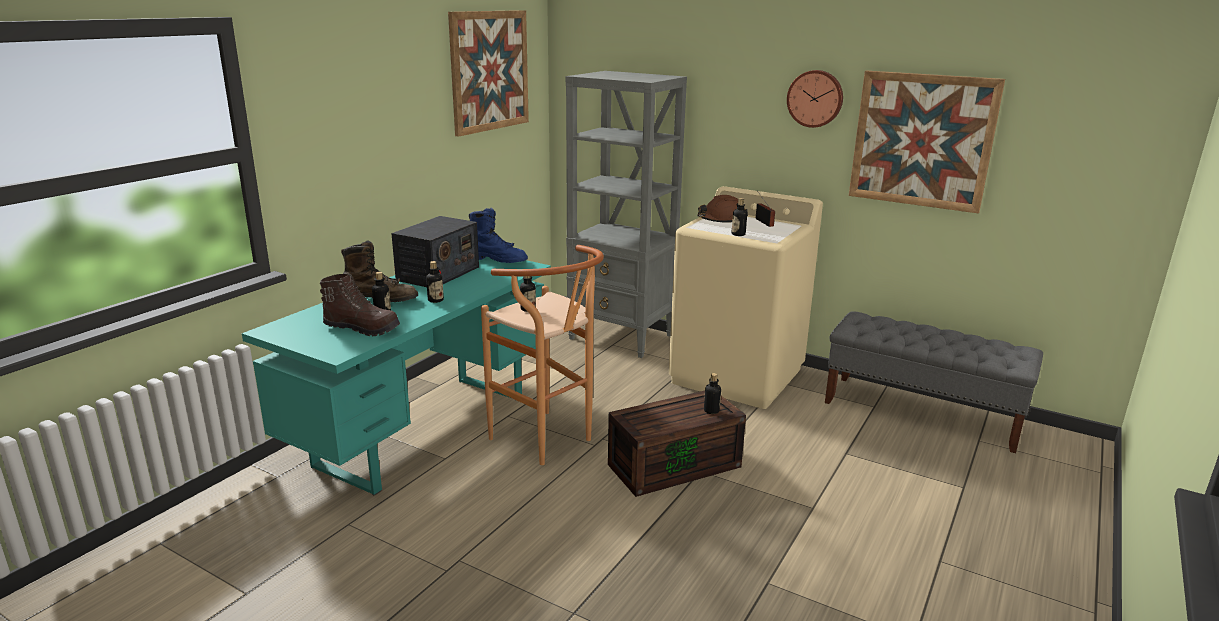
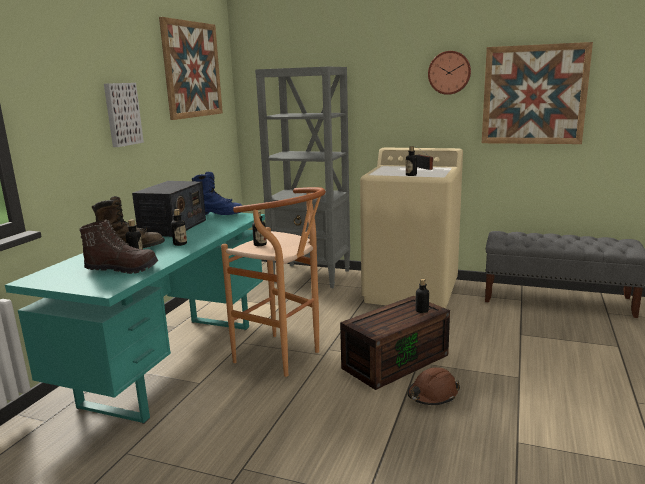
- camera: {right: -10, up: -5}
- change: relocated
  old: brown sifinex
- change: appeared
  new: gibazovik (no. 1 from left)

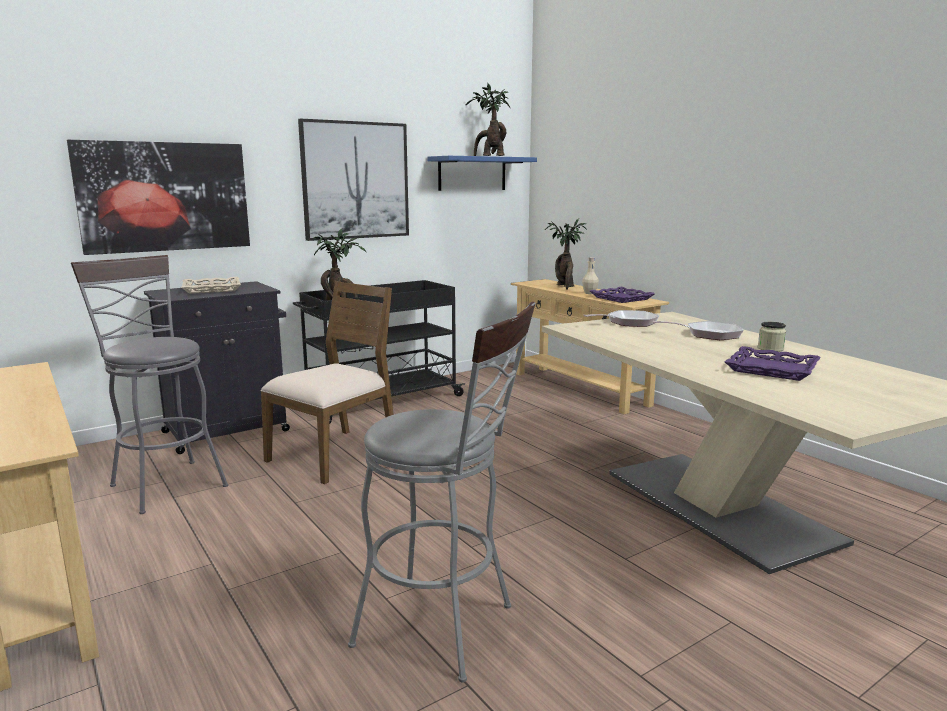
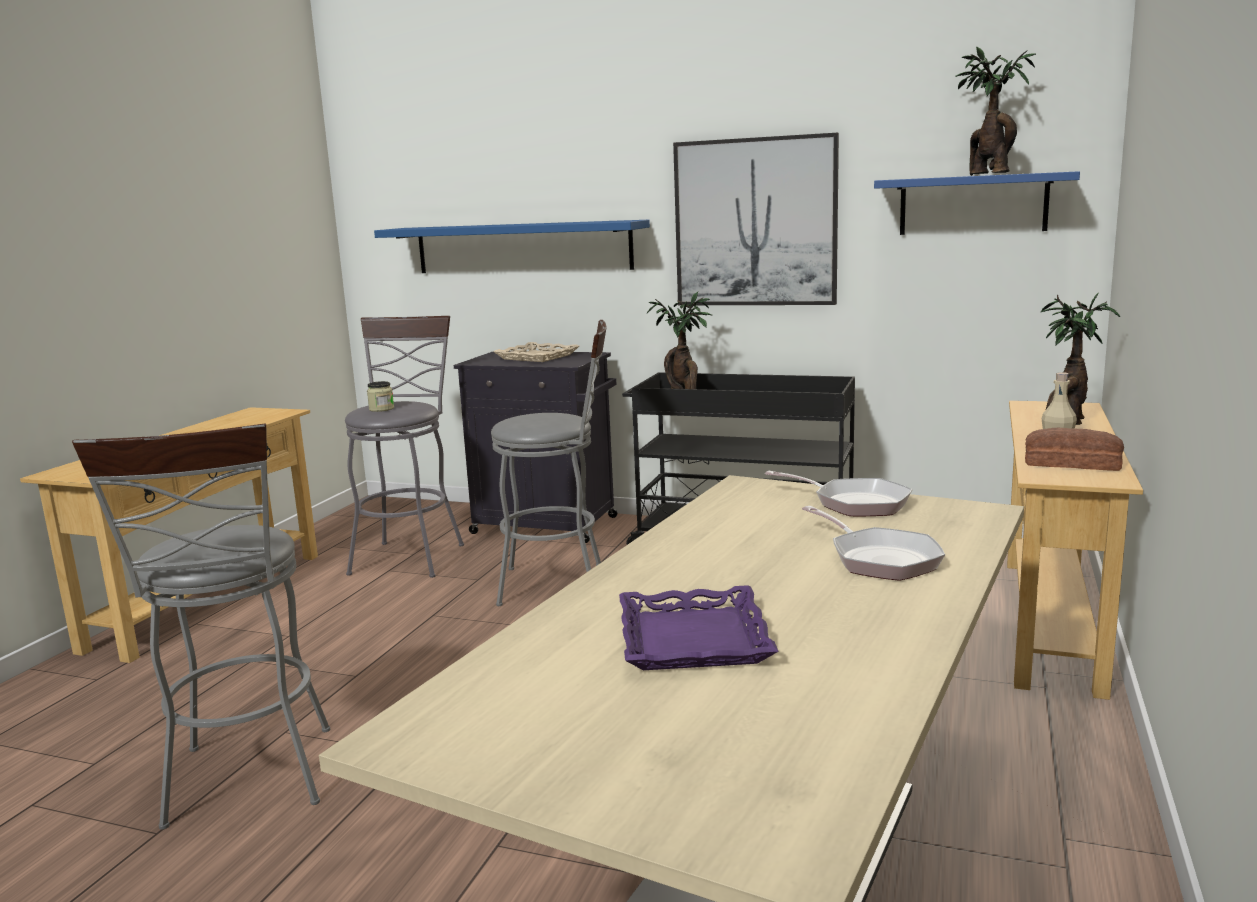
- camera: {right: 55, up: 0}
- change: exchanged
  old: gibazovik (no. 1 from left)
  new: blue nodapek (no. 1 from left)
- change: exchanged
  old: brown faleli
  new: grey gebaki (no. 3 from left)
- change: exchanged
  old: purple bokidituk (no. 1 from left)
  new: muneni
- change: relocated
  old: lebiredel

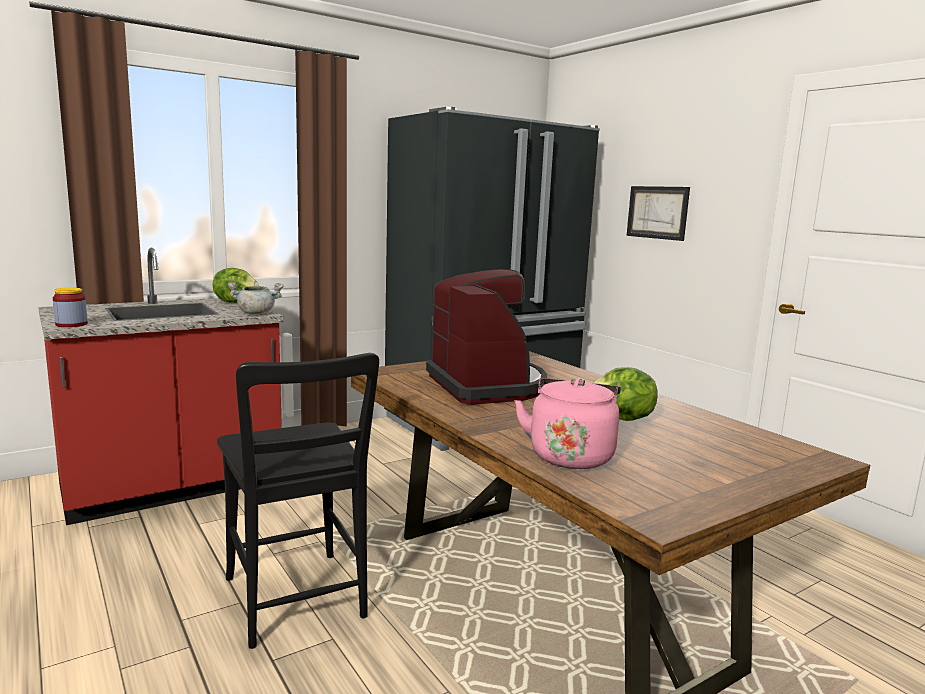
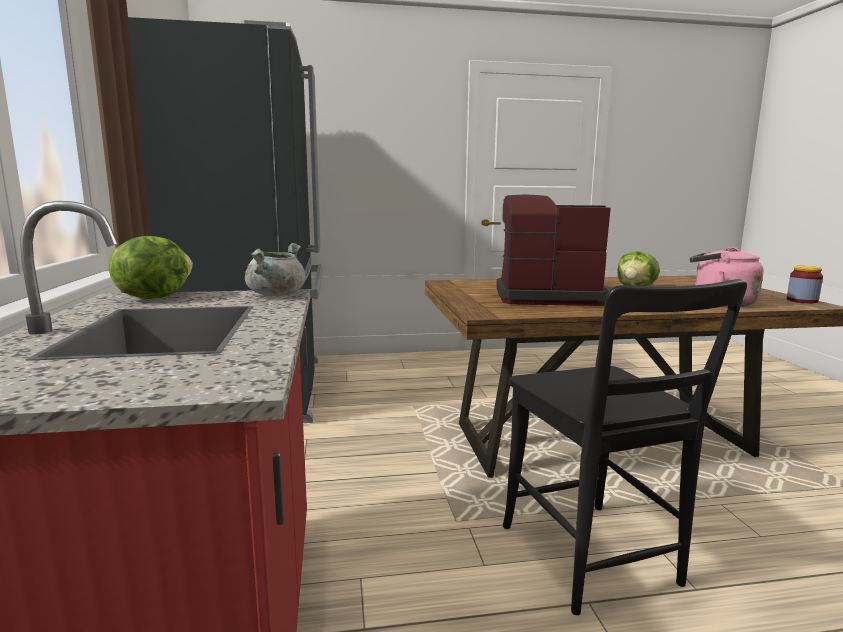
- camera: {right: -65, up: 0}
- change: relocated
  old: lebiredel
- change: spun
  old: black faleli
  degrees: 75
- change: missing
  old: gibazovik

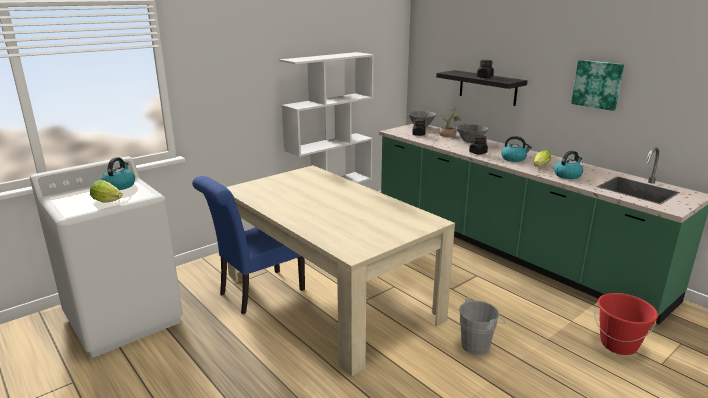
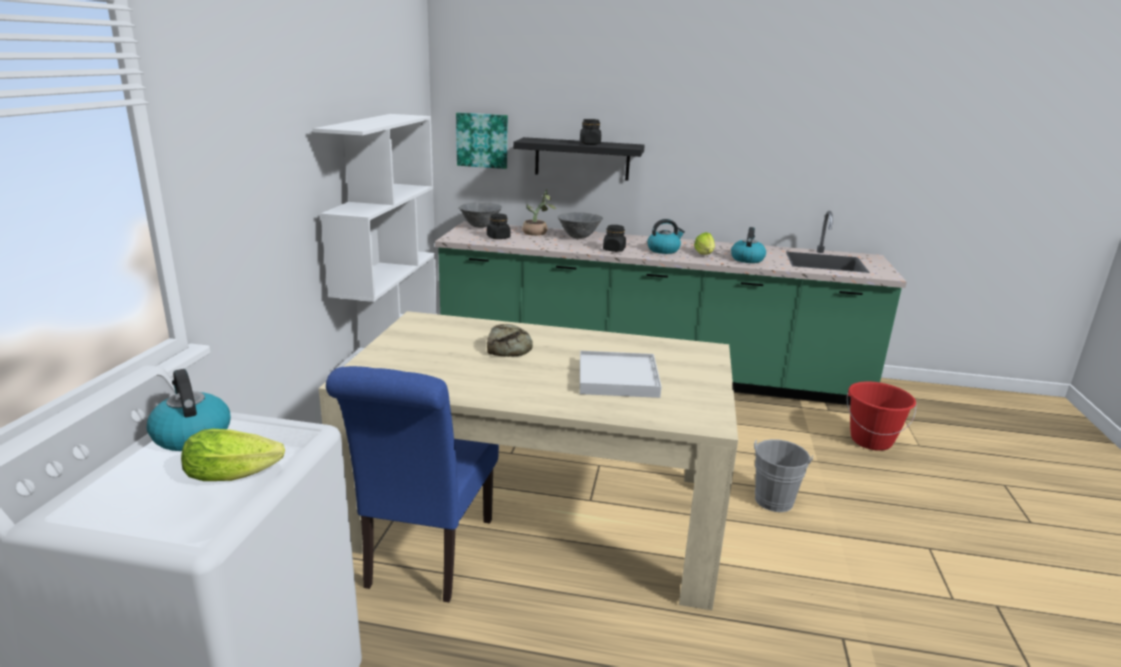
- camera: {right: -40, up: 0}
- change: relocated
  old: gibazovik
- change: appeared
  new: muneni
- change: appeared
  new: white bokidituk

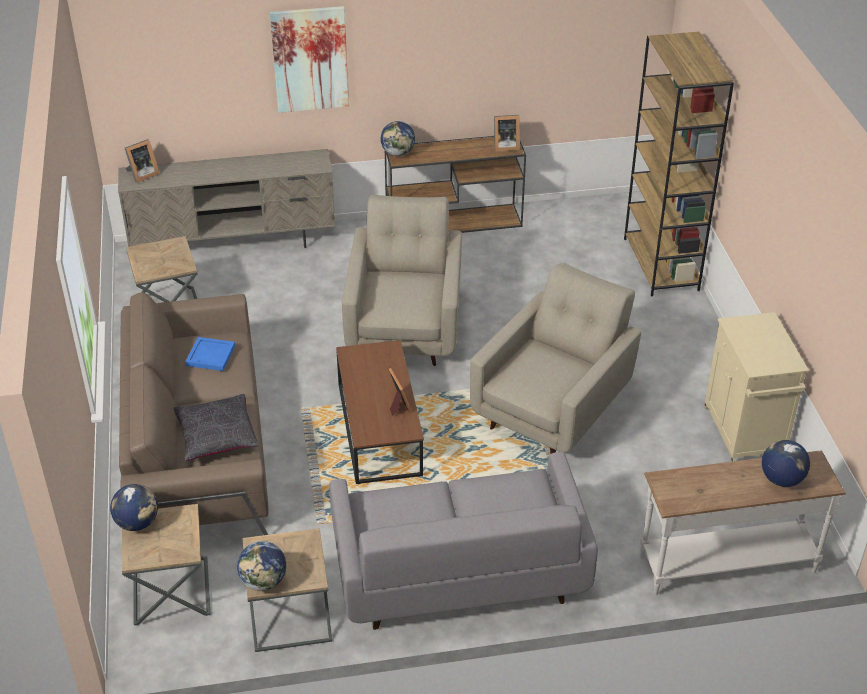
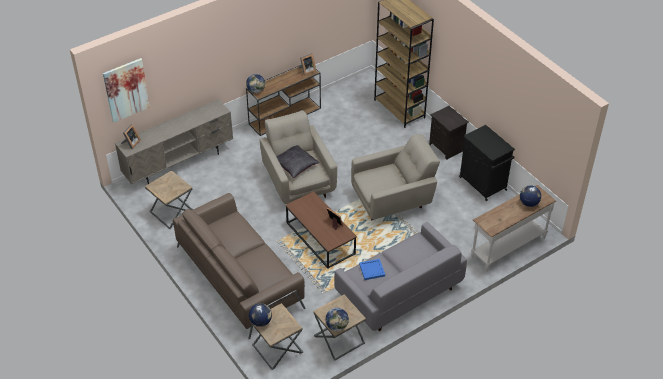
- camera: {right: -25, up: 5}
- change: relocated
  old: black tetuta
- change: relocated
  old: blue bokidituk
- change: relocated
  old: gibazovik
- change: spun
  old: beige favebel (no. 2 from left)
  degrees: 60
- change: colour
  old: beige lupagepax
  new: black lupagepax
- change: appeared
  new: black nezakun

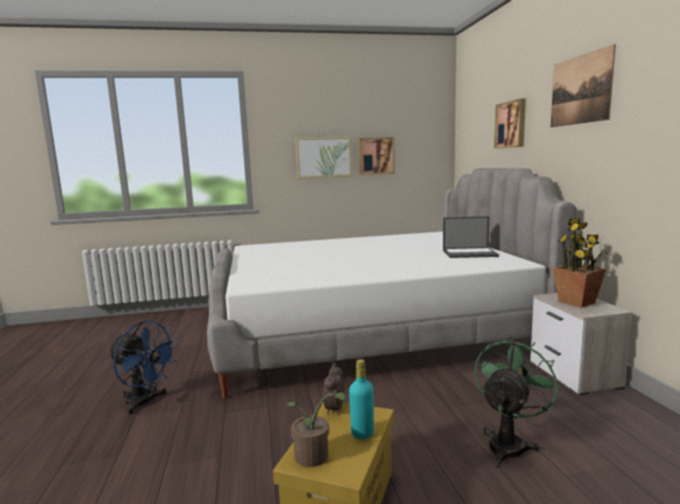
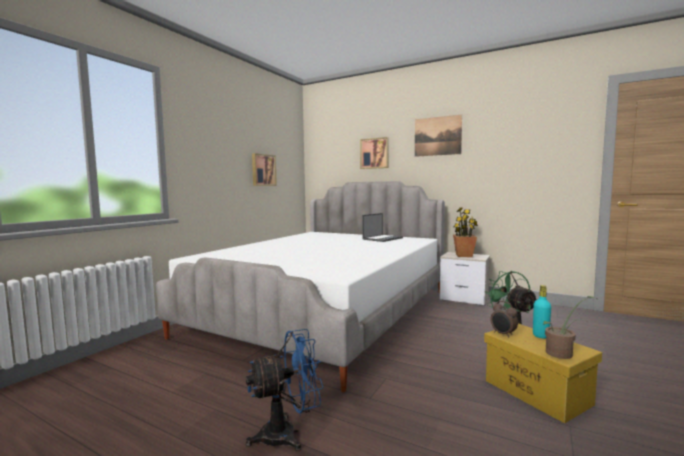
- camera: {right: -50, up: -5}
- change: missing
  old: gibazovik (no. 1 from left)

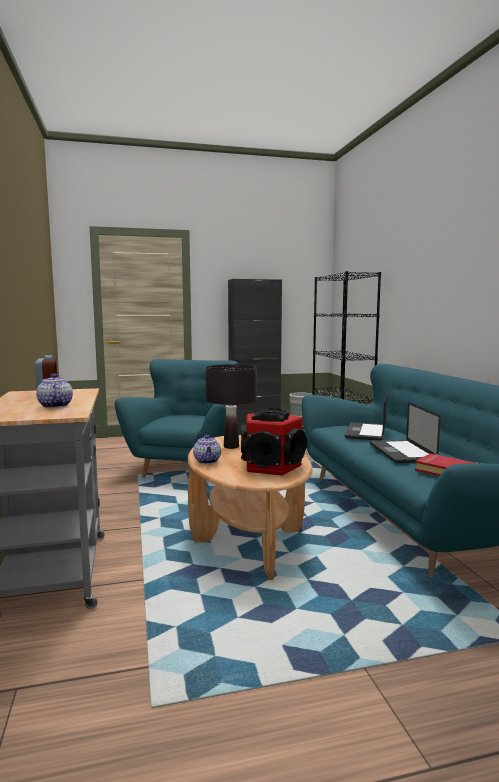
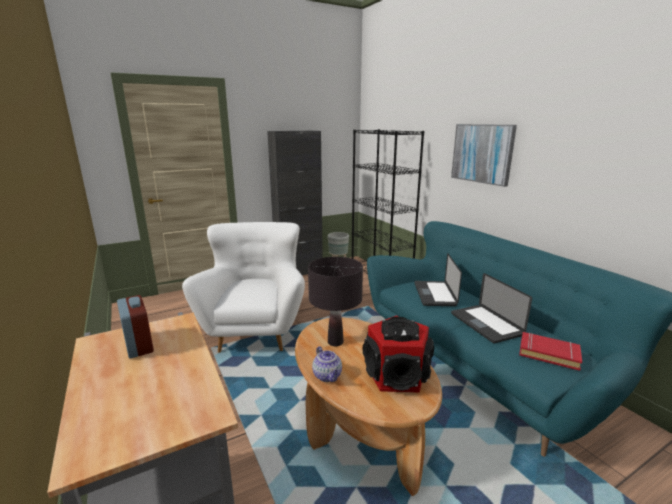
- camera: {right: -15, up: 10}
- change: missing
  old: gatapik (no. 1 from left)
- change: colour
  old: turquoise favebel
  new: white favebel
- change: appeared
  new: gibazovik

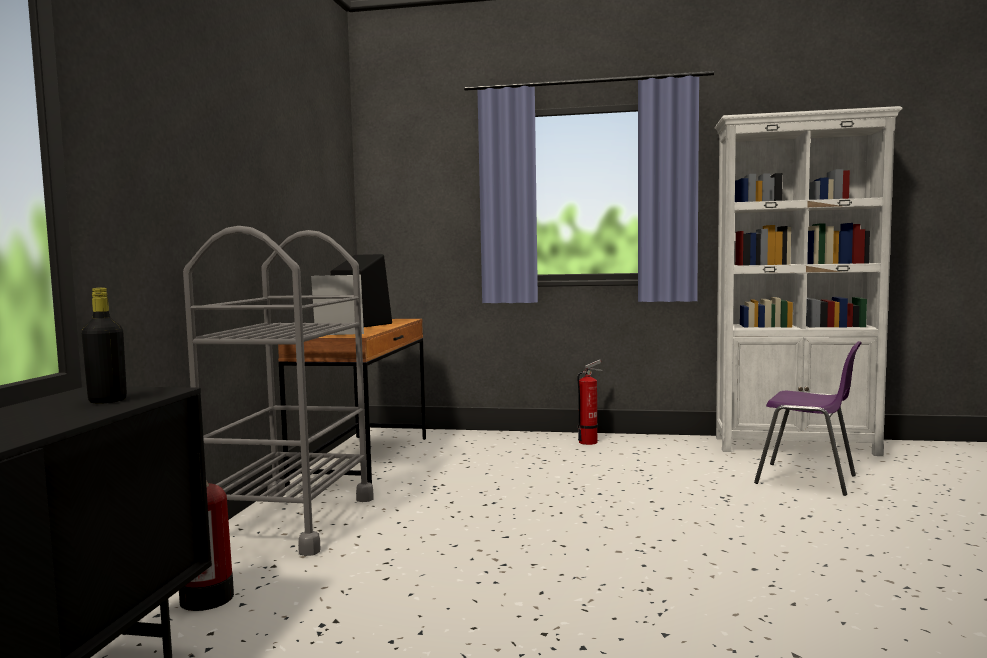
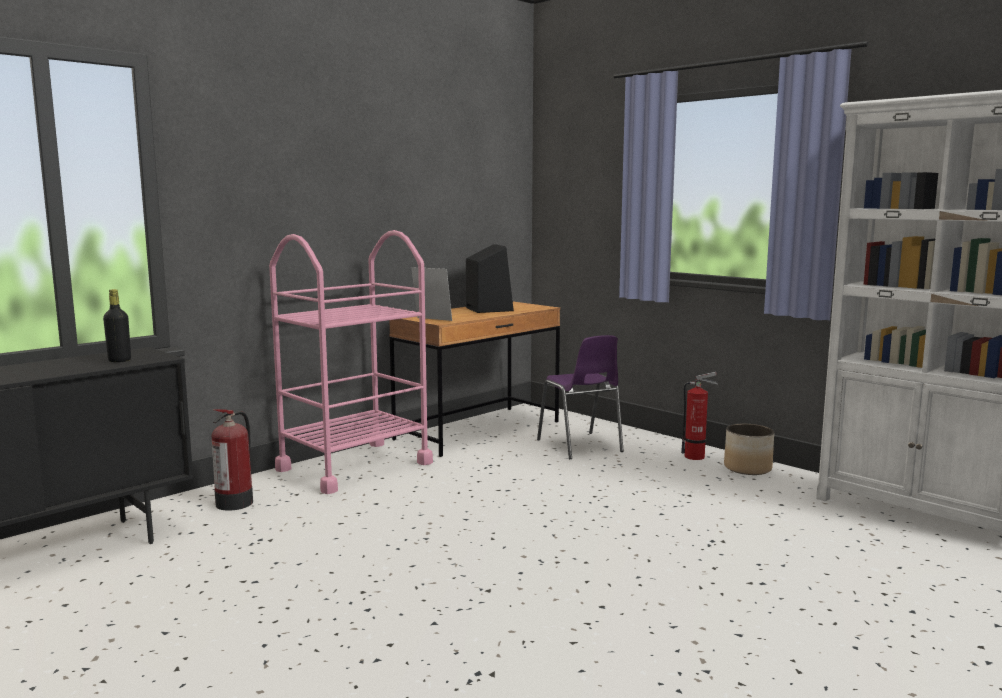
- camera: {right: 35, up: 5}
- change: colour
  old: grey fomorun
  new: pink fomorun
- change: relocated
  old: purple faleli
- change: appeared
  new: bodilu

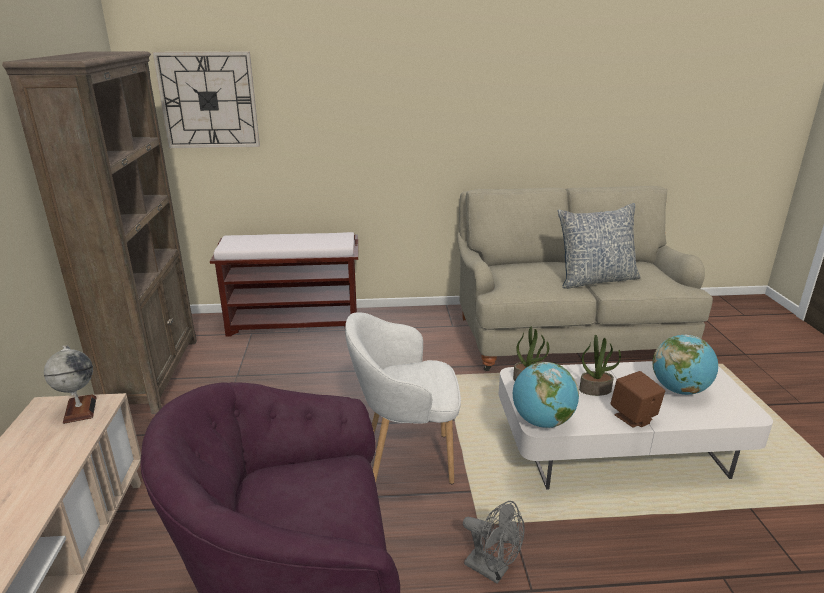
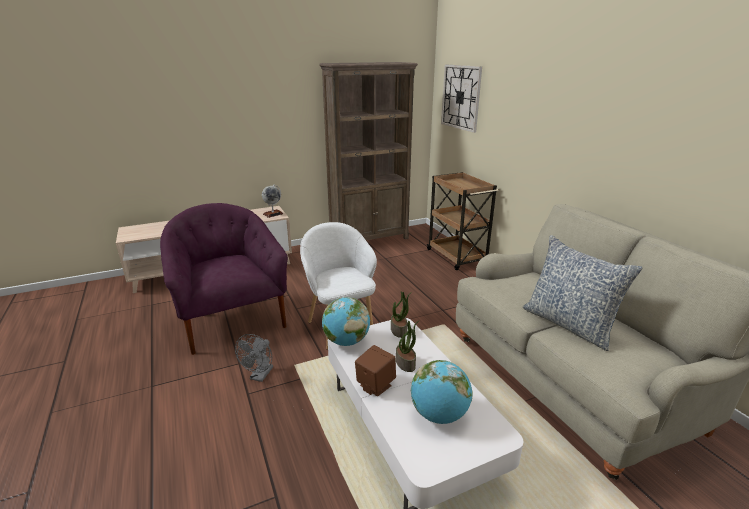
- camera: {right: 70, up: 0}
- change: exchanged
  old: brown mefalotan
  new: brown fomorun

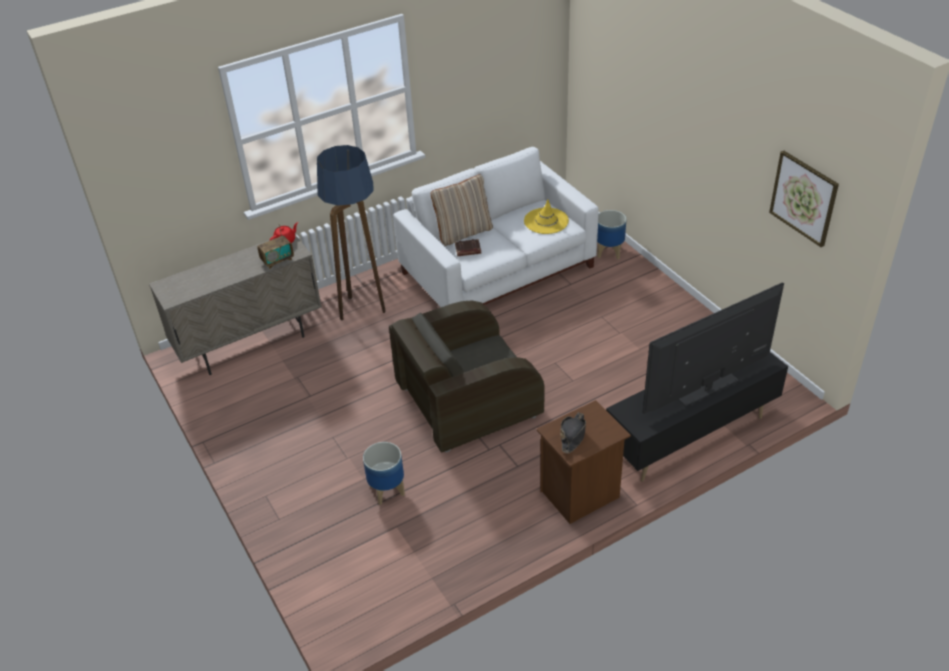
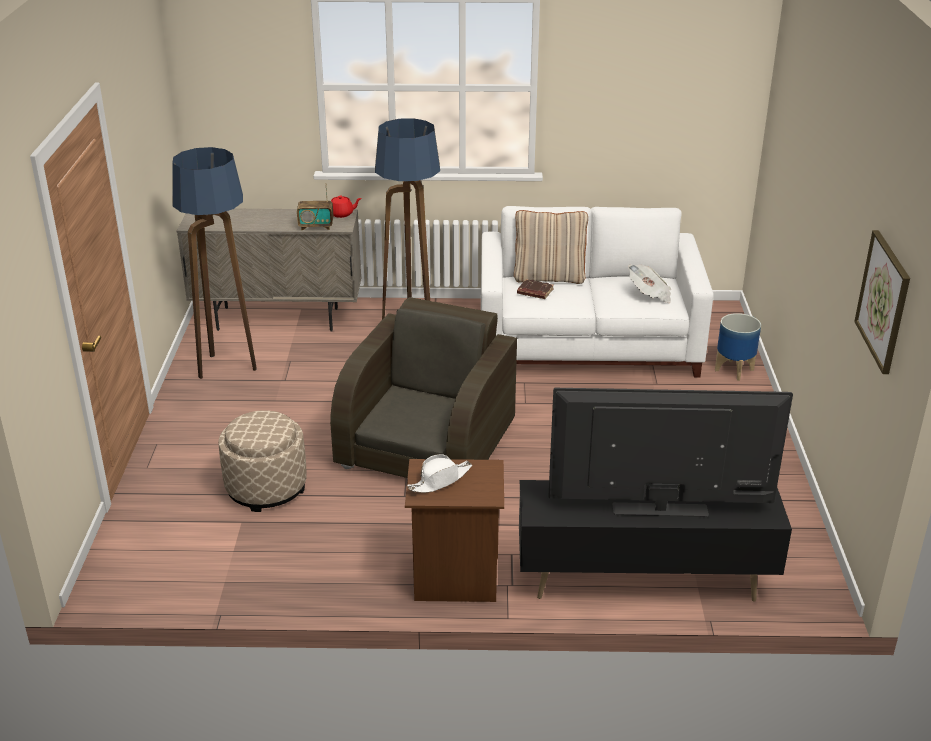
- camera: {right: 30, up: -10}
- change: exchanged
  old: bodilu (no. 1 from left)
  new: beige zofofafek
- change: spun
  old: brown favebel
  degrees: 105
- change: exchanged
  old: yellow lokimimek
  new: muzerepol
- change: colour
  old: black lokimimek
  new: white lokimimek
- change: appeared
  new: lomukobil (no. 1 from left)

